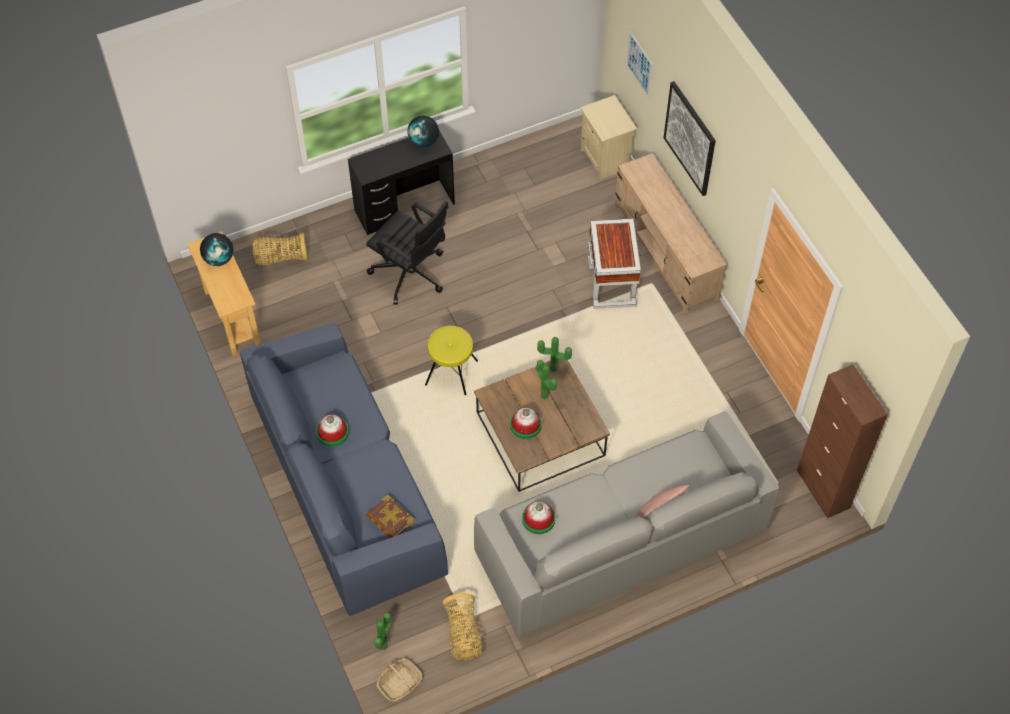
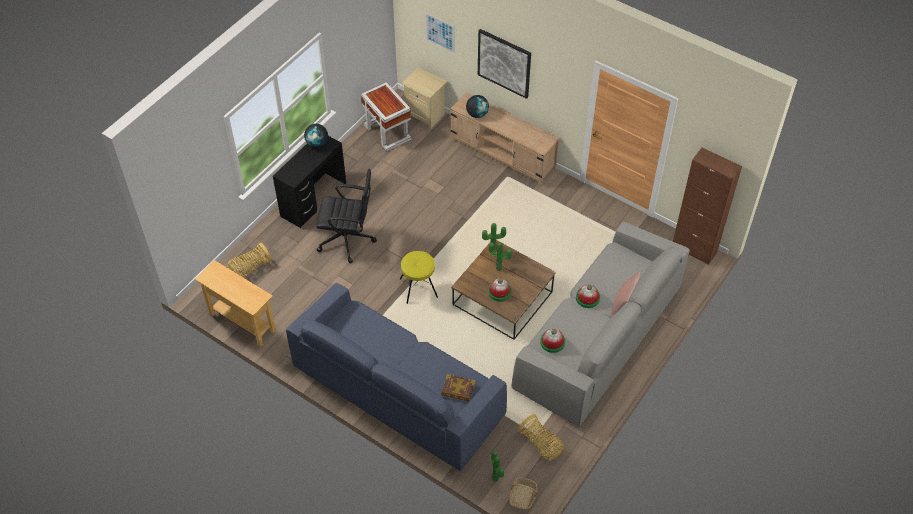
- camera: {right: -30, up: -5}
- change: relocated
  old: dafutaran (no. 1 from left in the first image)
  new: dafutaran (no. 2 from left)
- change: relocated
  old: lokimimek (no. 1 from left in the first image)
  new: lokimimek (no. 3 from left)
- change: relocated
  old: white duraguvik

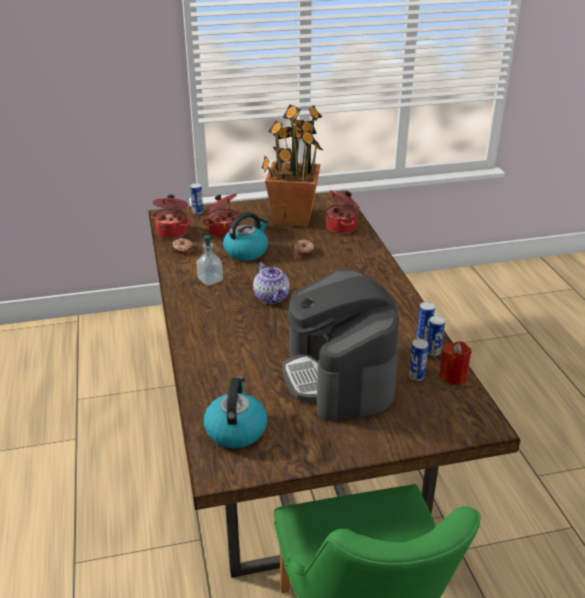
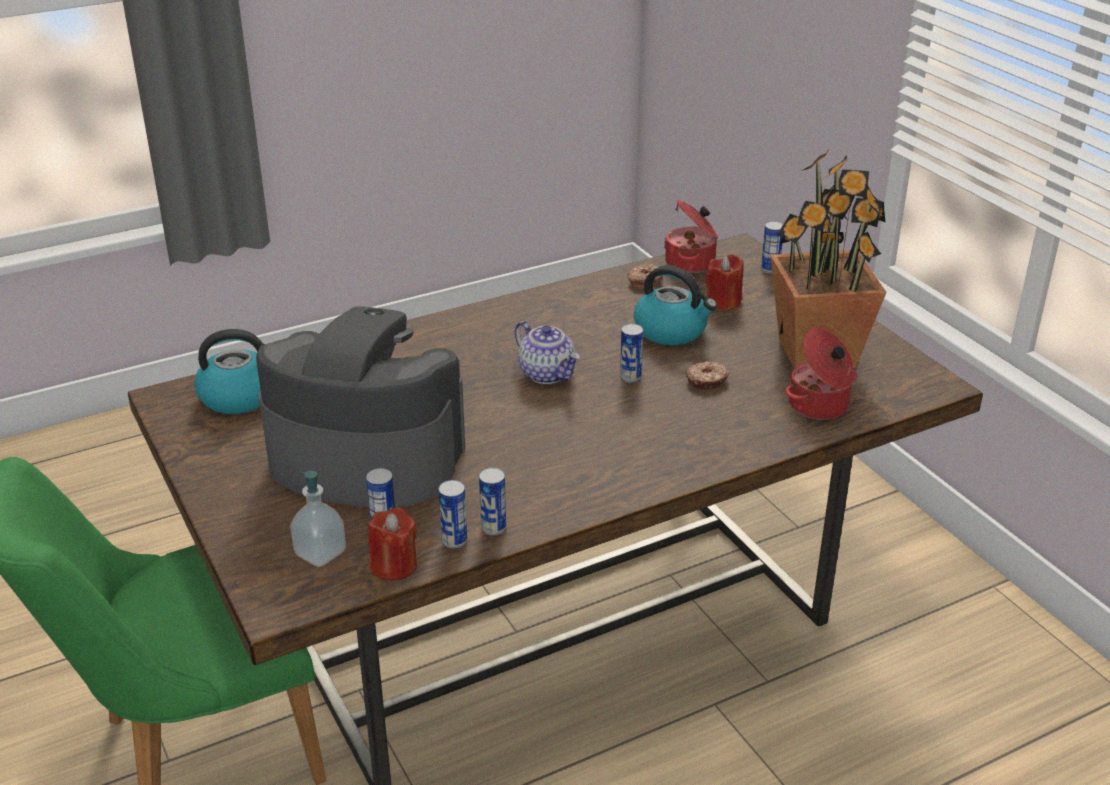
- camera: {right: 75, up: 0}
- change: relocated
  old: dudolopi
- change: exchanged
  old: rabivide (no. 2 from left)
  new: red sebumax (no. 2 from left)
- change: spun
  old: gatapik
  degrees: -90
- change: spun
  old: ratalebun
  degrees: 45
- change: appeared
  new: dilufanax (no. 4 from left)

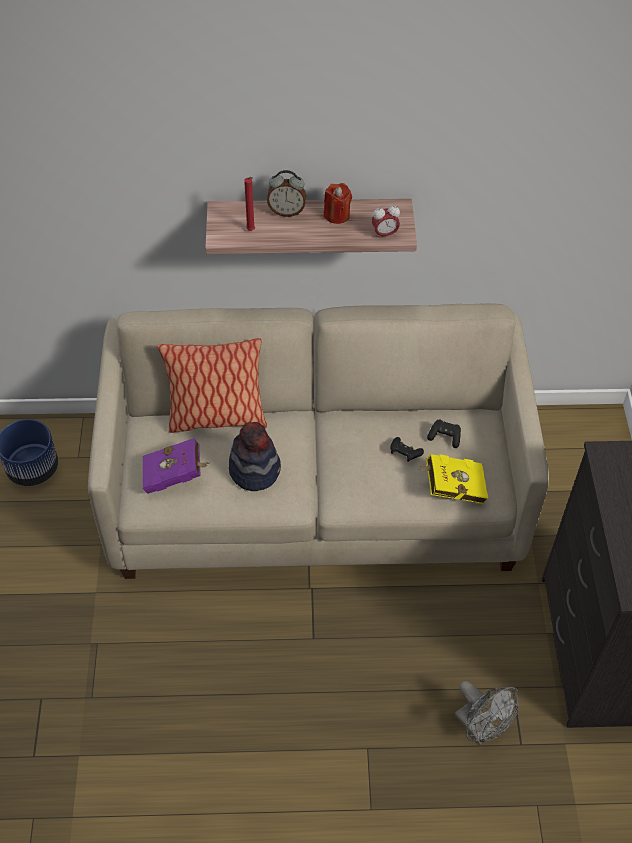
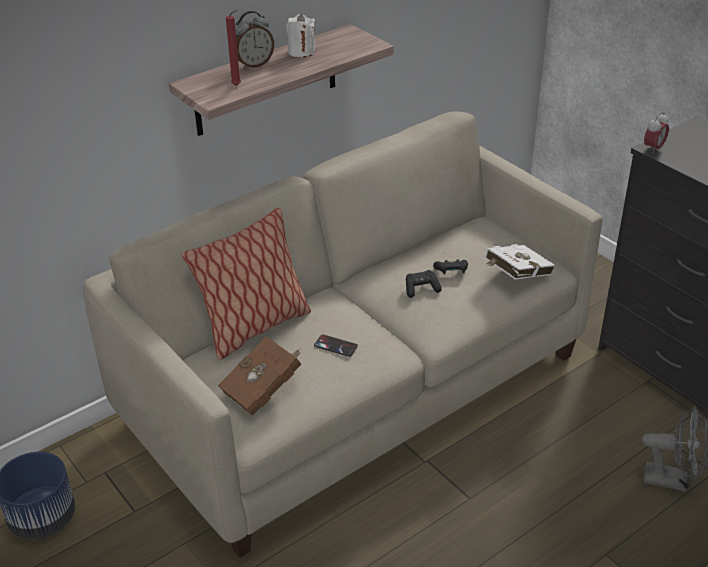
- camera: {right: -35, up: -15}
- change: colour
  old: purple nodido
  new: brown nodido
- change: exchanged
  old: lokimimek
  new: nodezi
- change: colour
  old: red sebumax (no. 2 from left)
  new: white sebumax
- change: relocated
  old: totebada (no. 2 from left)
- change: colour
  old: yellow nodido
  new: white nodido
- change: relocated
  old: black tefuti (no. 2 from left in the first image)
  new: black tefuti (no. 1 from left)

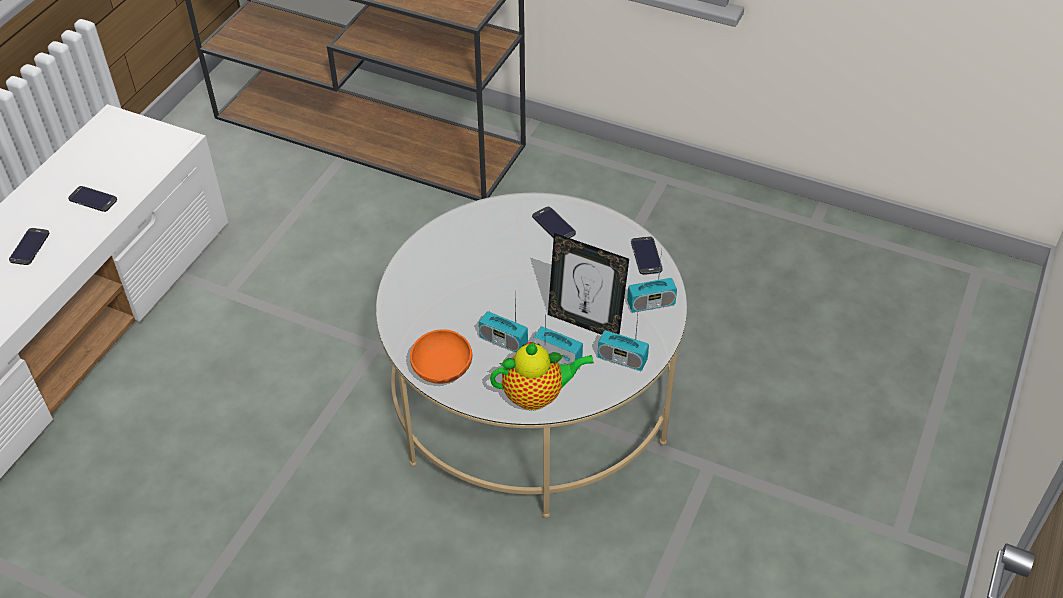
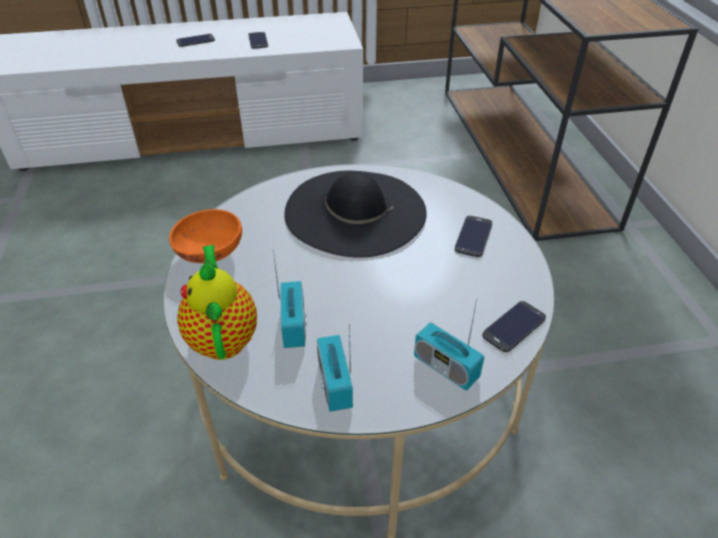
- camera: {right: 55, up: -5}
- change: missing
  old: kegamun (no. 1 from left)
- change: spun
  old: gatapik
  degrees: -150
- change: missing
  old: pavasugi
- change: appeared
  new: black lokimimek

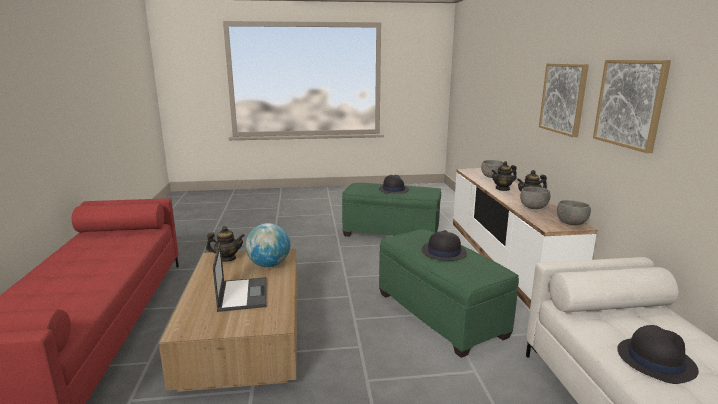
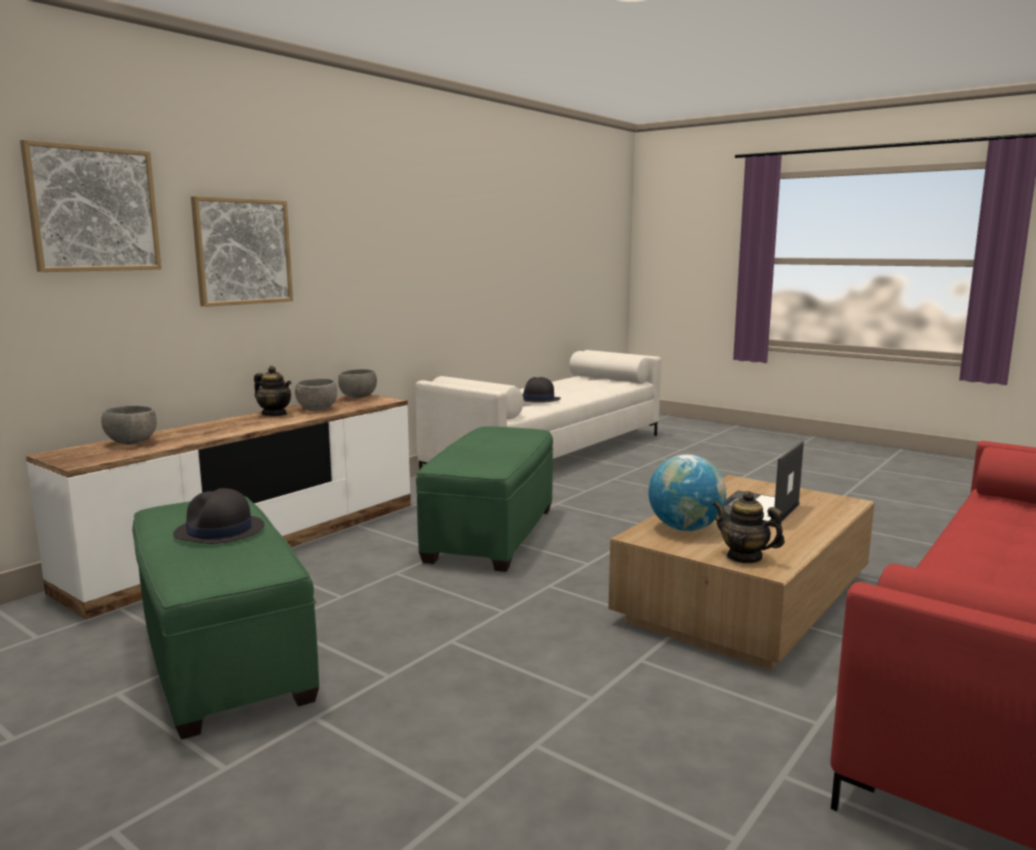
- camera: {right: -135, up: -5}
- change: missing
  old: black lokimimek (no. 2 from left)
- change: missing
  old: gatapik (no. 2 from left)
- change: relocated
  old: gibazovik (no. 2 from left in the first image)
  new: gibazovik (no. 1 from left)

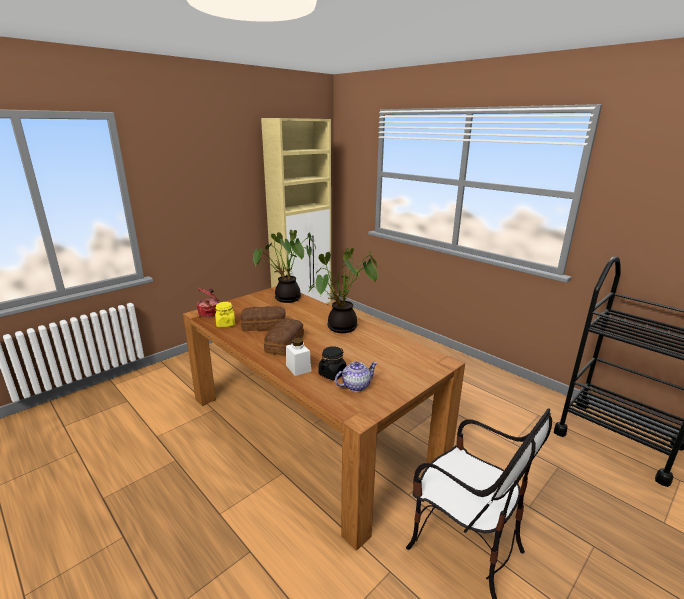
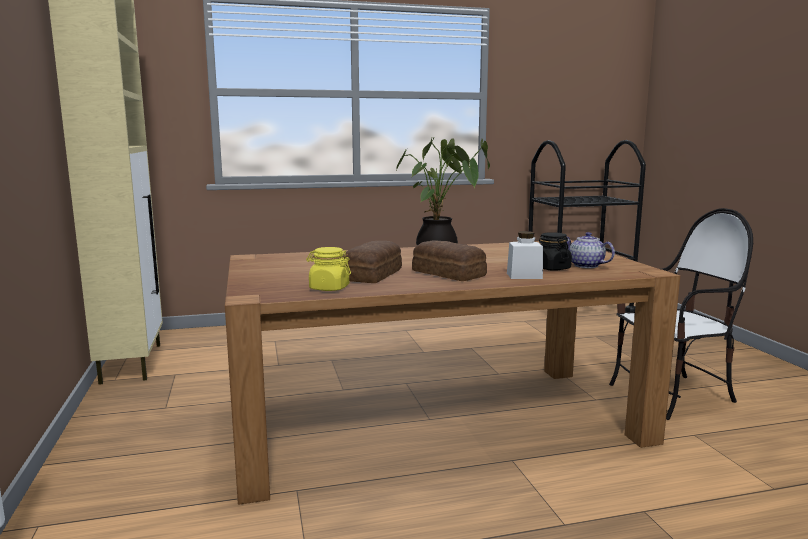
- camera: {right: -60, up: -10}
- change: missing
  old: rabivide
- change: missing
  old: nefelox (no. 1 from left)
- change: spun
  old: gatapik
  degrees: -45

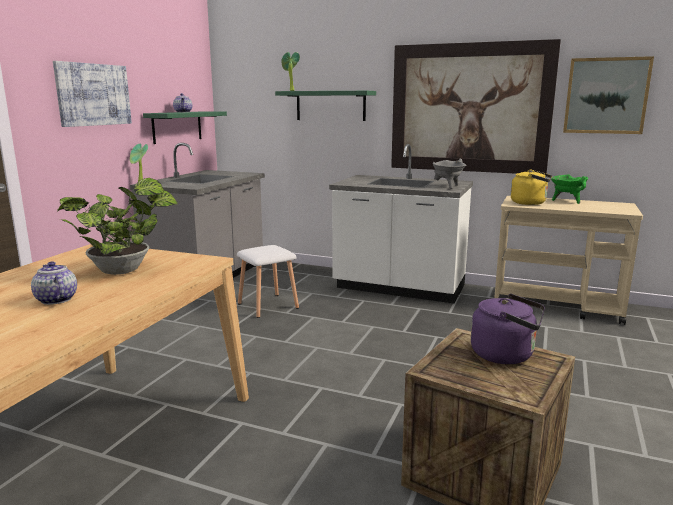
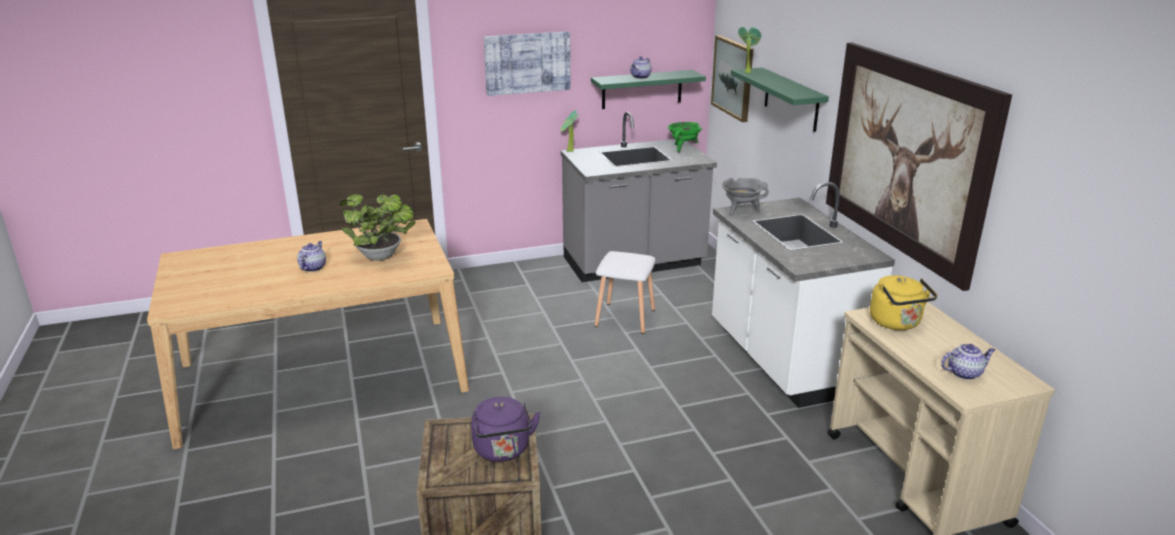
- camera: {right: 50, up: 10}
- change: relocated
  old: grey rabivide
- change: relocated
  old: green rabivide
- change: relocated
  old: gibazovik (no. 3 from left in the first image)
  new: gibazovik (no. 2 from left)
- change: appeared
  new: gatapik (no. 3 from left)

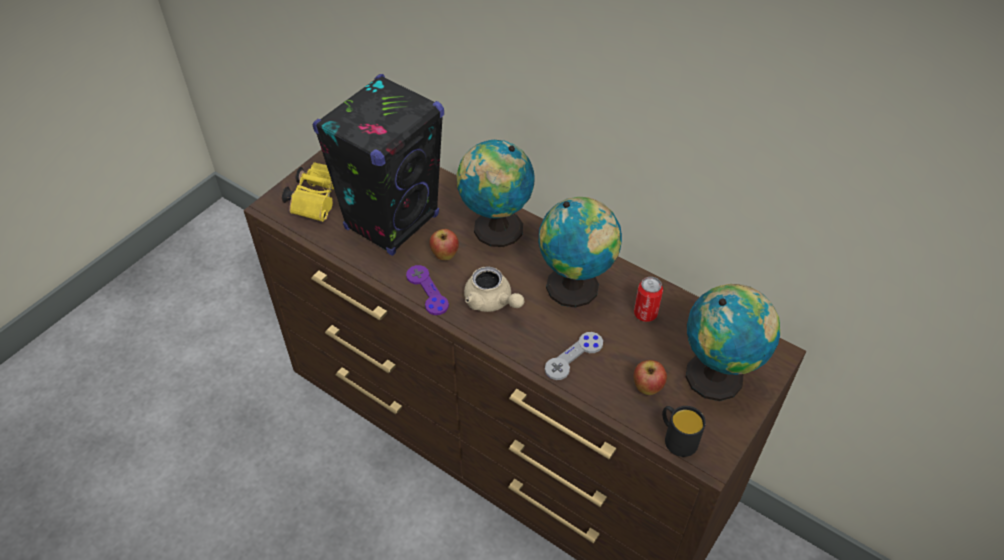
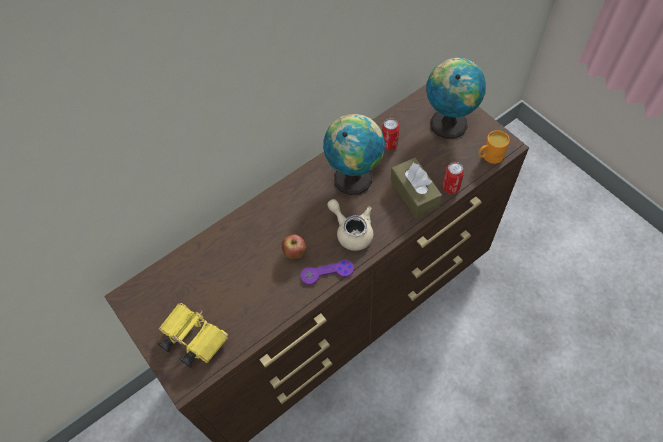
- camera: {right: -70, up: 10}
- change: missing
  old: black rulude
- change: missing
  old: dafutaran (no. 1 from left)
- change: spun
  old: beige gatapik
  degrees: -105
- change: exchanged
  old: grey tefuti
  new: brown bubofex
- change: missing
  old: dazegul (no. 2 from left)
- change: colour
  old: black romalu
  new: orange romalu
- change: appeared
  new: dilufanax (no. 2 from left)

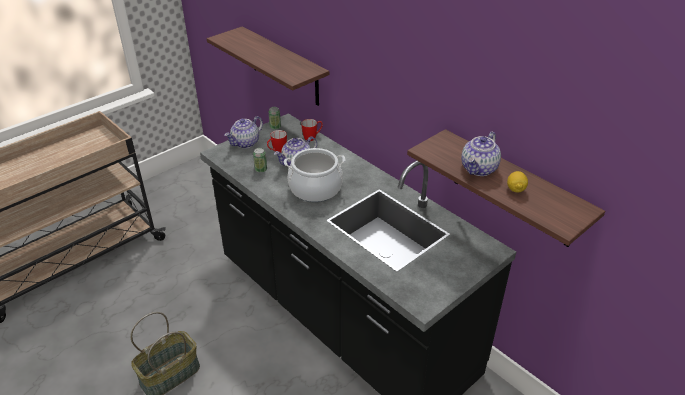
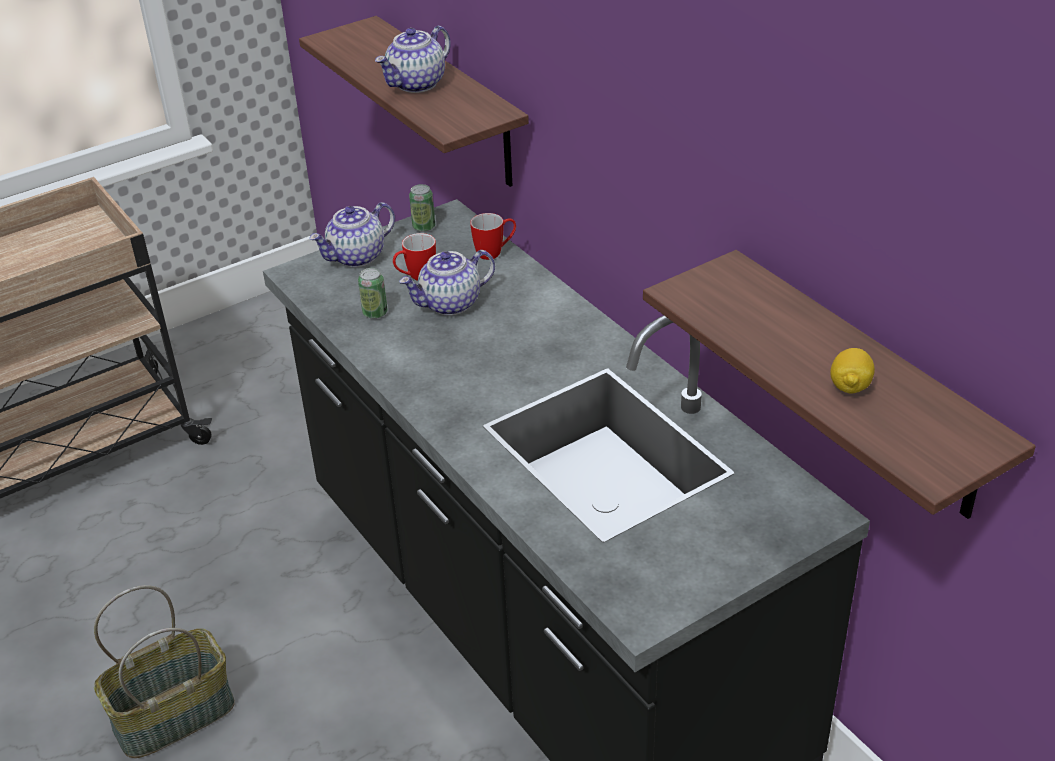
- camera: {right: 10, up: 0}
- change: missing
  old: rabivide
- change: relocated
  old: gatapik (no. 3 from left in the first image)
  new: gatapik (no. 2 from left)

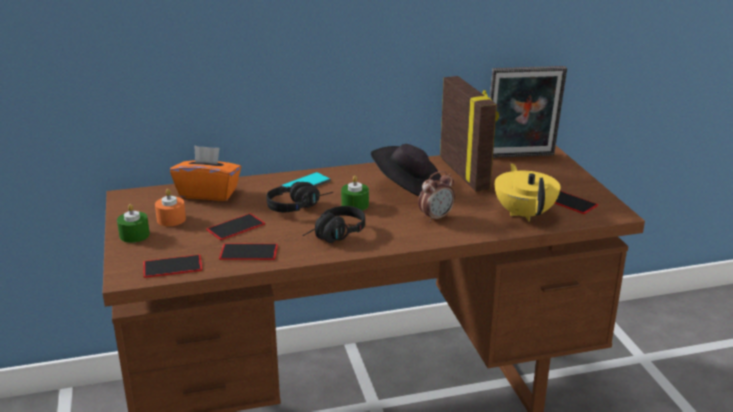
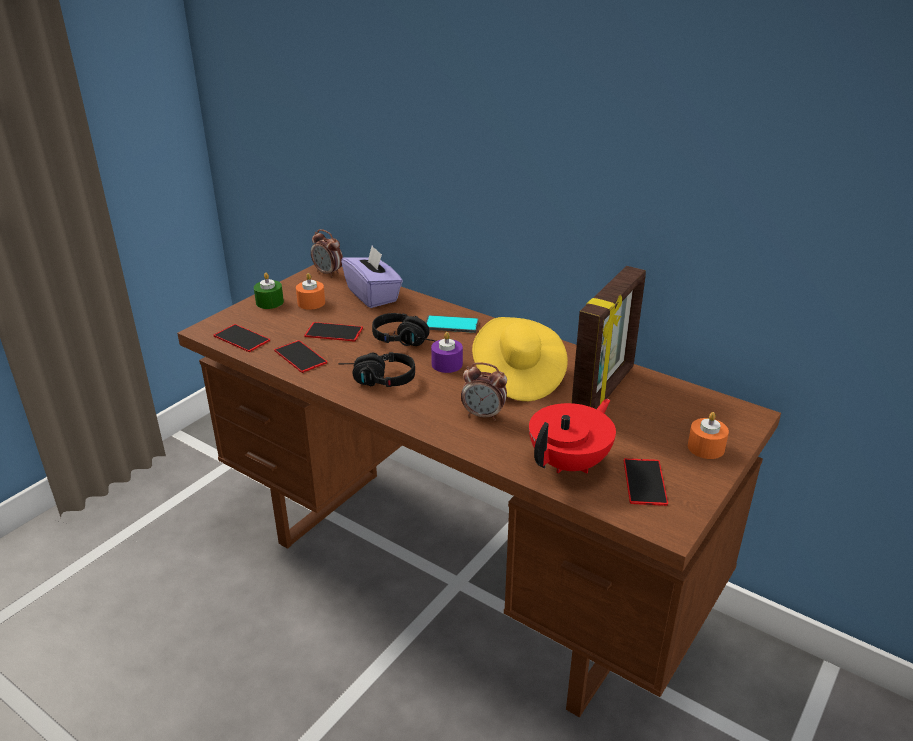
- camera: {right: 50, up: 5}
- change: colour
  old: orange bubofex
  new: purple bubofex
- change: colour
  old: green sebumax (no. 2 from left)
  new: purple sebumax
- change: colour
  old: black lokimimek
  new: yellow lokimimek
- change: missing
  old: pavasugi (no. 2 from left)
- change: colour
  old: yellow gatapik
  new: red gatapik
- change: appeared
  new: totebada (no. 1 from left)
- change: appeared
  new: orange sebumax (no. 2 from left)

